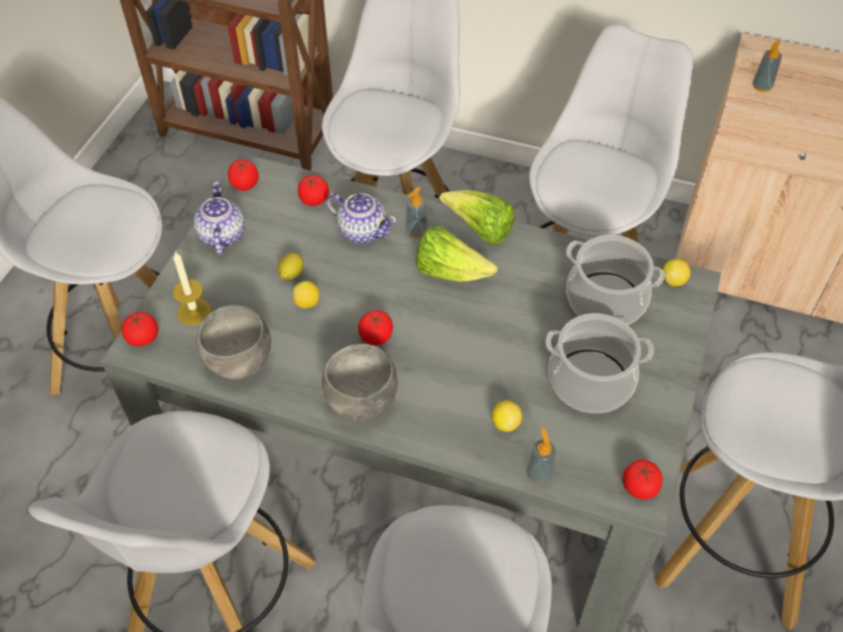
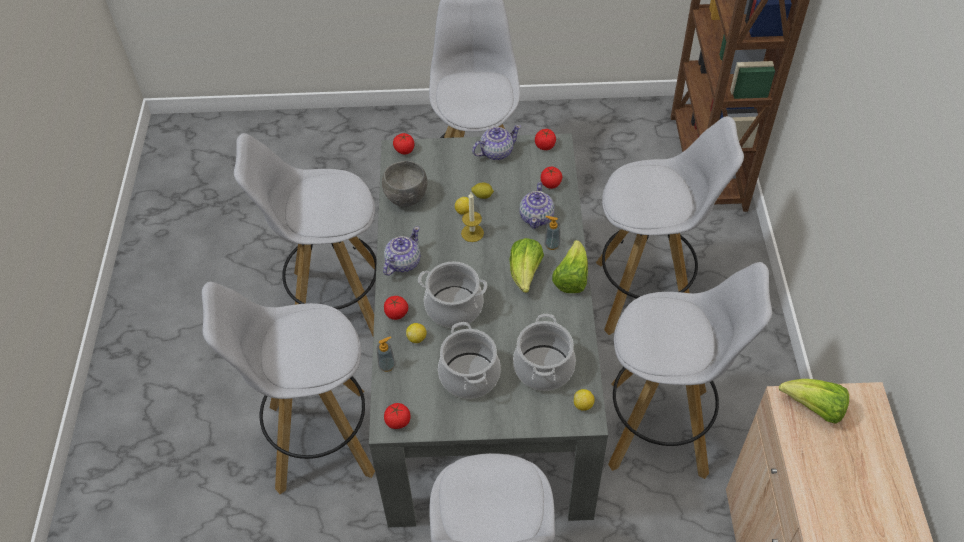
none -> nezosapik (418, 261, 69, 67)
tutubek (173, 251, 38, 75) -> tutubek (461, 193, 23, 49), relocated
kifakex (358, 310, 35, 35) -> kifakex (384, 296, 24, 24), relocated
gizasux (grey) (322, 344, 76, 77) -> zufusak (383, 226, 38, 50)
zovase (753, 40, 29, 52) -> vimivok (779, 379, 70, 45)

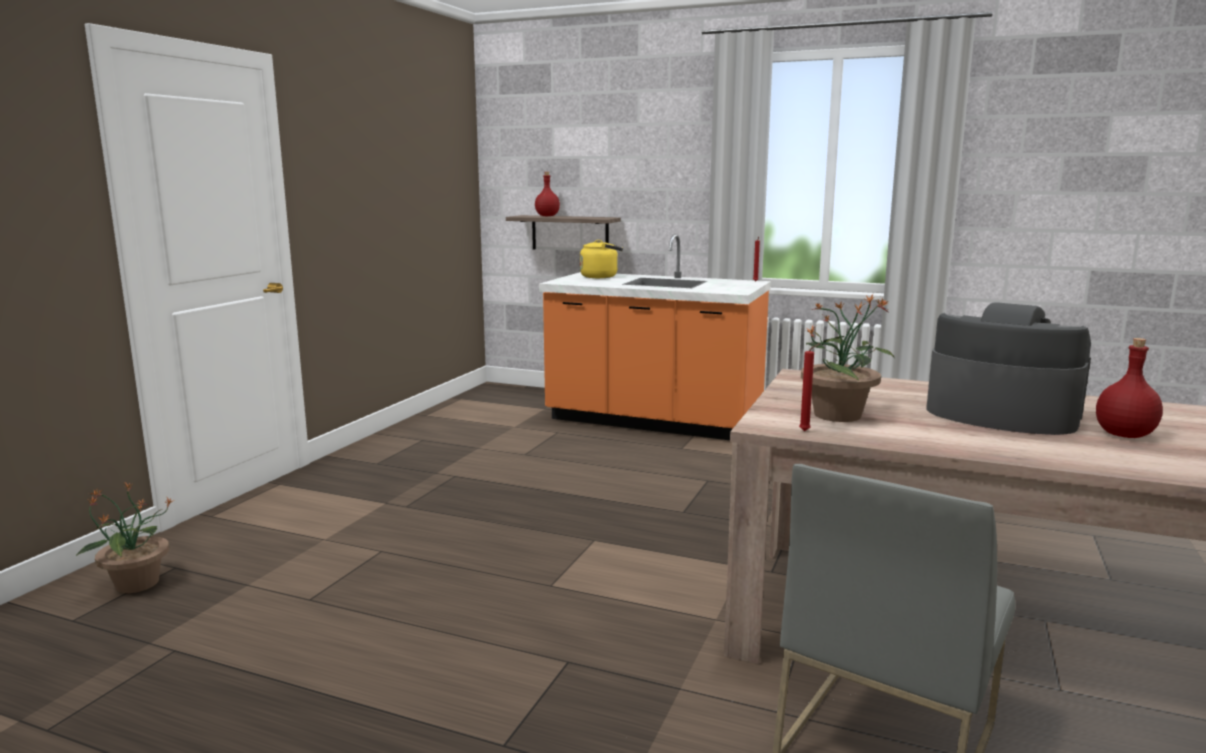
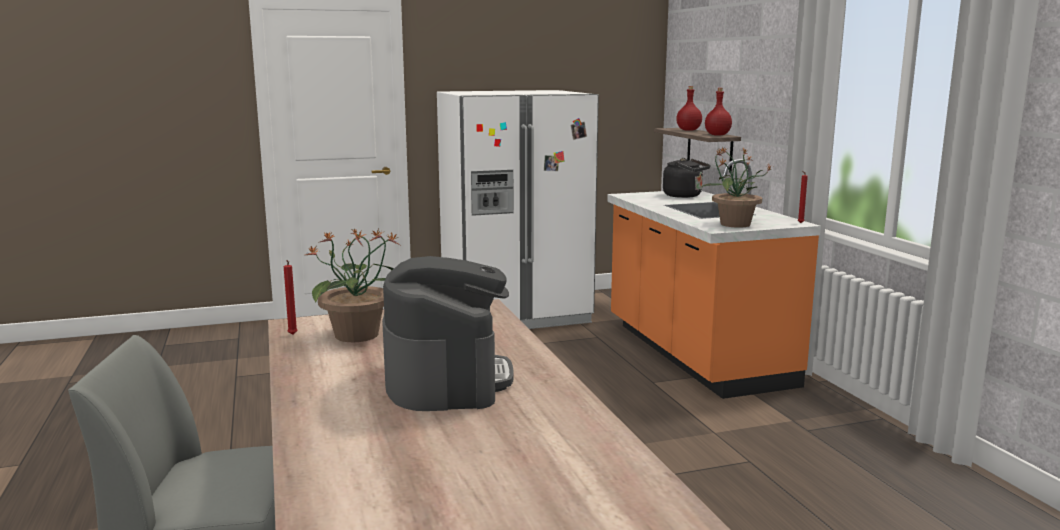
none -> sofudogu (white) (437, 90, 162, 239)
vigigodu (75, 482, 99, 111) -> vigigodu (702, 148, 69, 80), relocated
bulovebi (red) (1096, 338, 67, 100) -> bulovebi (red) (705, 88, 27, 48), relocated
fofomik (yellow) (580, 240, 43, 38) -> fofomik (black) (663, 158, 48, 40)

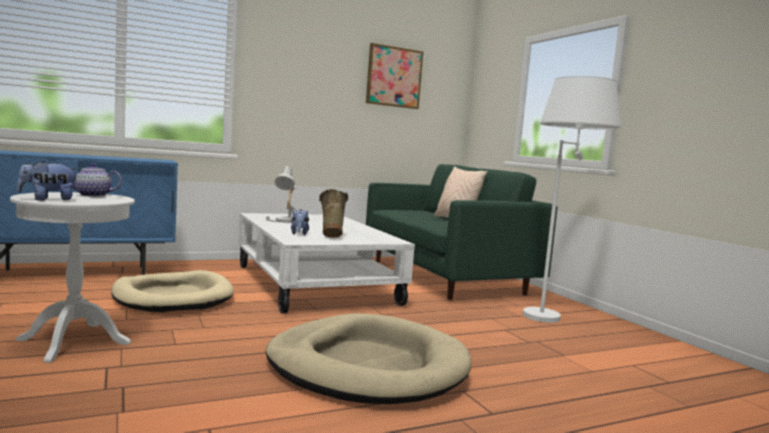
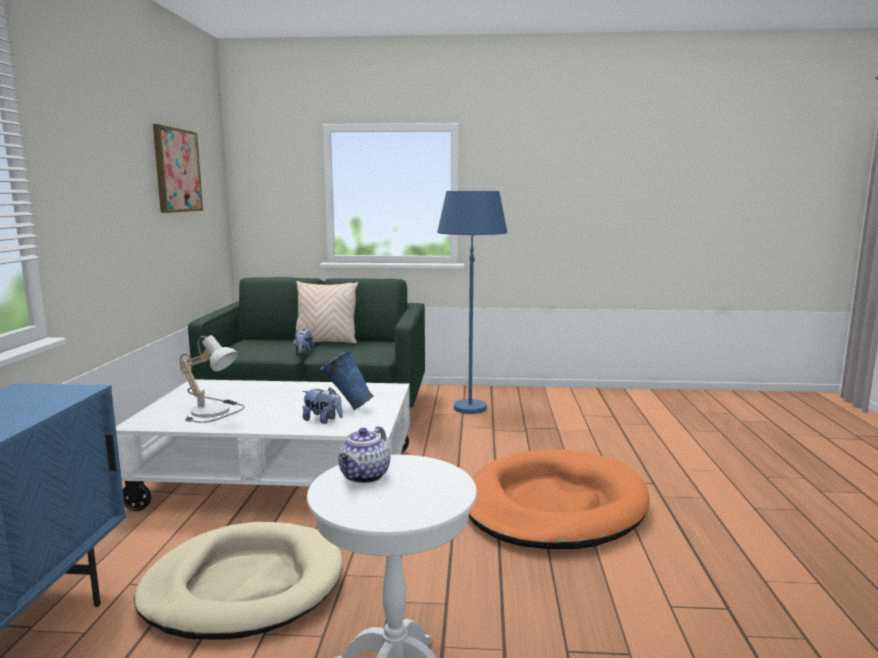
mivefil (17, 161, 62, 40) -> mivefil (295, 329, 20, 25), relocated
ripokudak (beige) (266, 313, 205, 91) -> ripokudak (orange) (469, 449, 181, 100)
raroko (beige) (319, 189, 29, 49) -> raroko (blue) (319, 351, 54, 59)
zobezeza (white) (523, 76, 98, 247) -> zobezeza (blue) (437, 191, 70, 223)

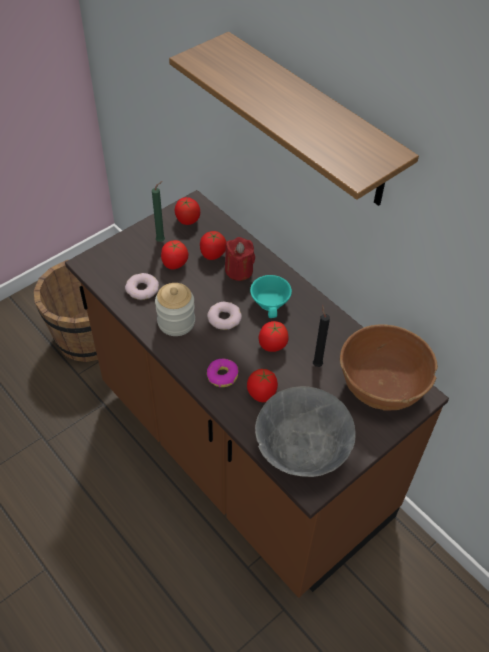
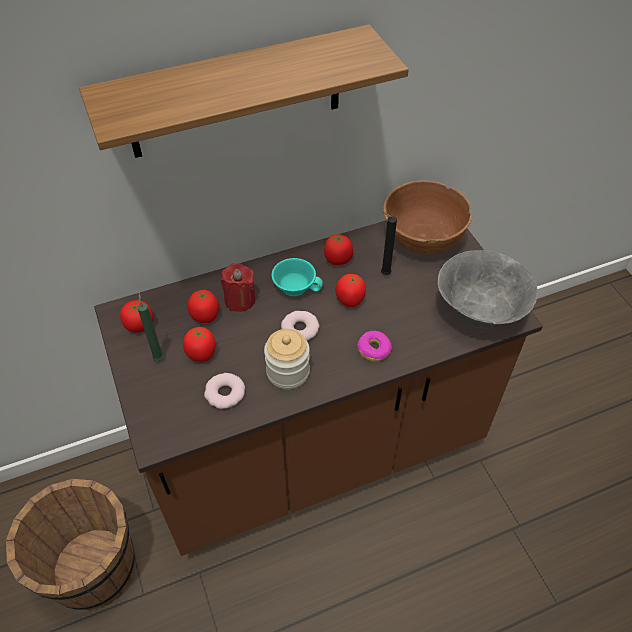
kifakex (247, 369, 31, 33) -> kifakex (324, 233, 29, 32), relocated

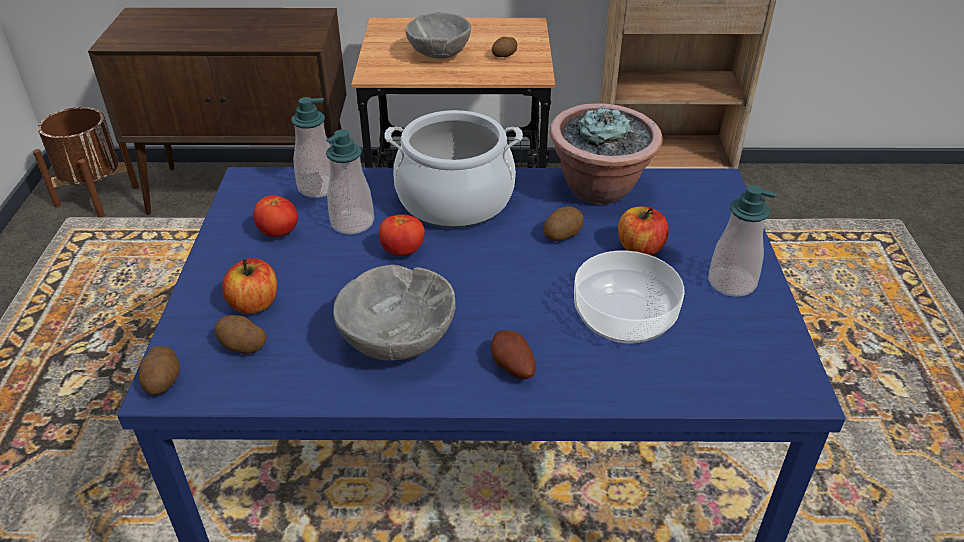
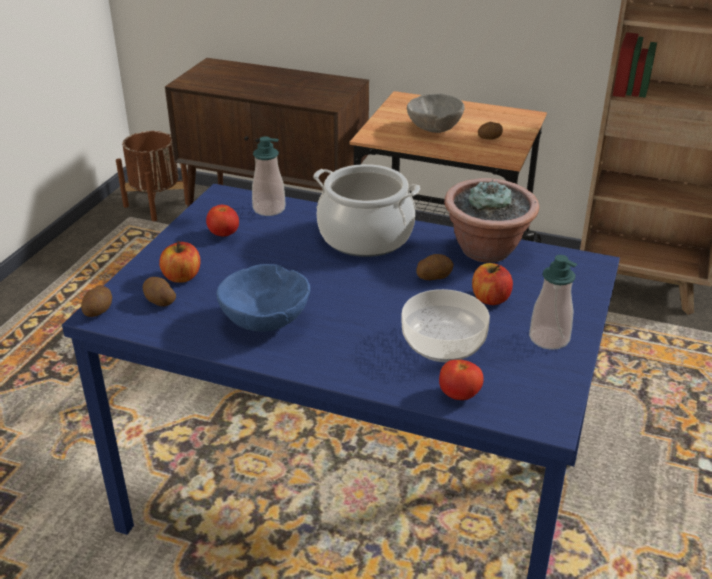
zovase (326, 129, 48, 105) -> none
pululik (491, 330, 45, 49) -> none
kifakex (379, 214, 46, 42) -> kifakex (439, 360, 45, 40), relocated
gizasux (grey) (333, 265, 123, 96) -> gizasux (blue) (216, 264, 94, 68)

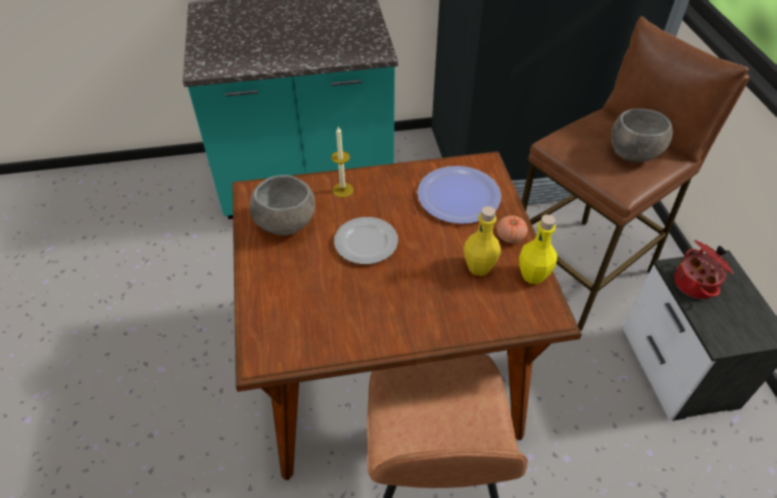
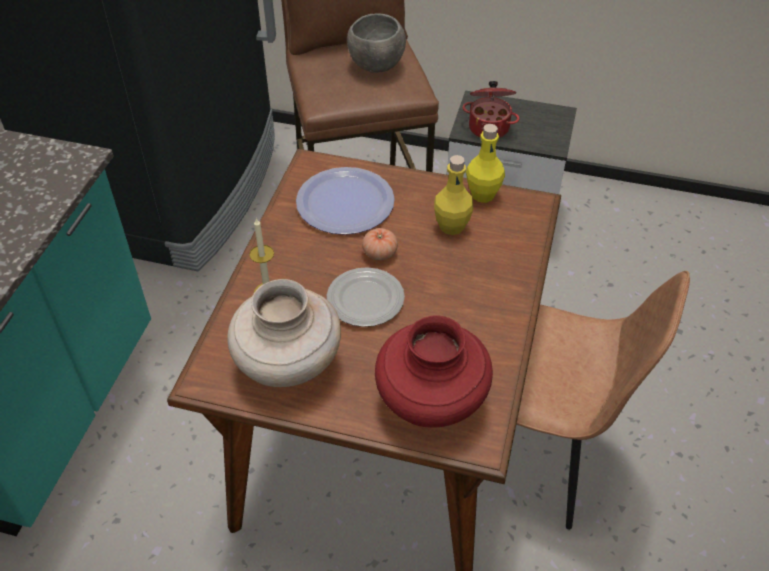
none -> raroko (red) (375, 315, 118, 113)
kifakex (496, 215, 32, 28) -> kifakex (362, 228, 36, 32), relocated
gizasux (grey) (250, 175, 65, 61) -> raroko (beige) (227, 279, 114, 108)

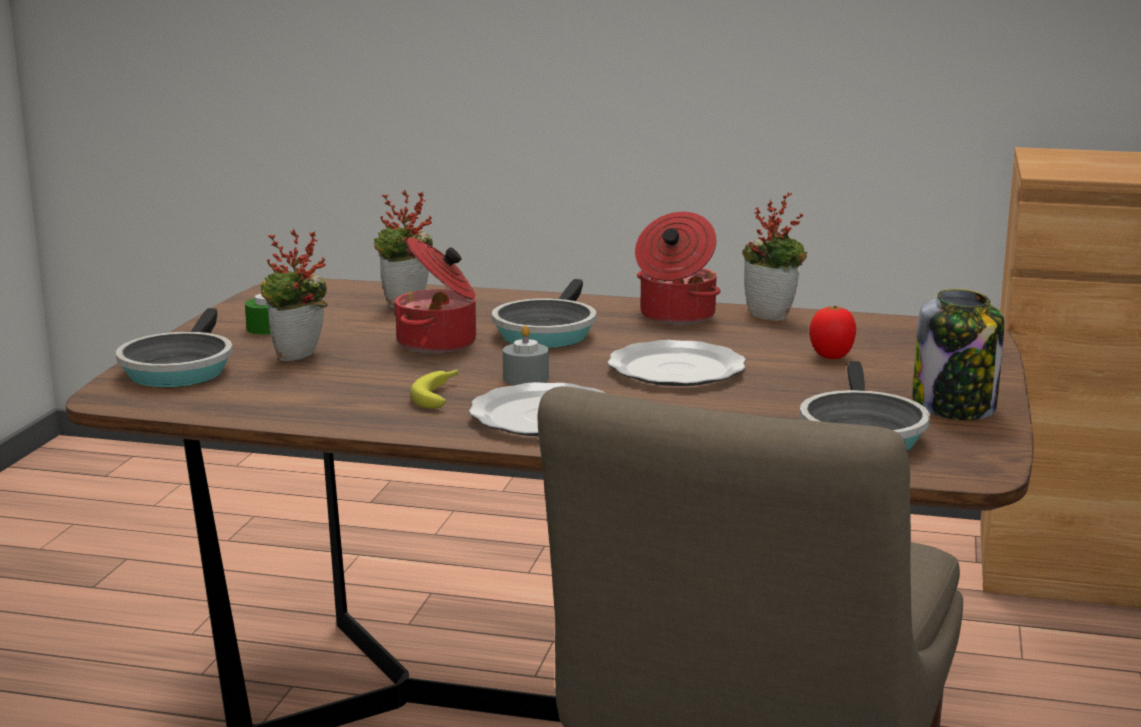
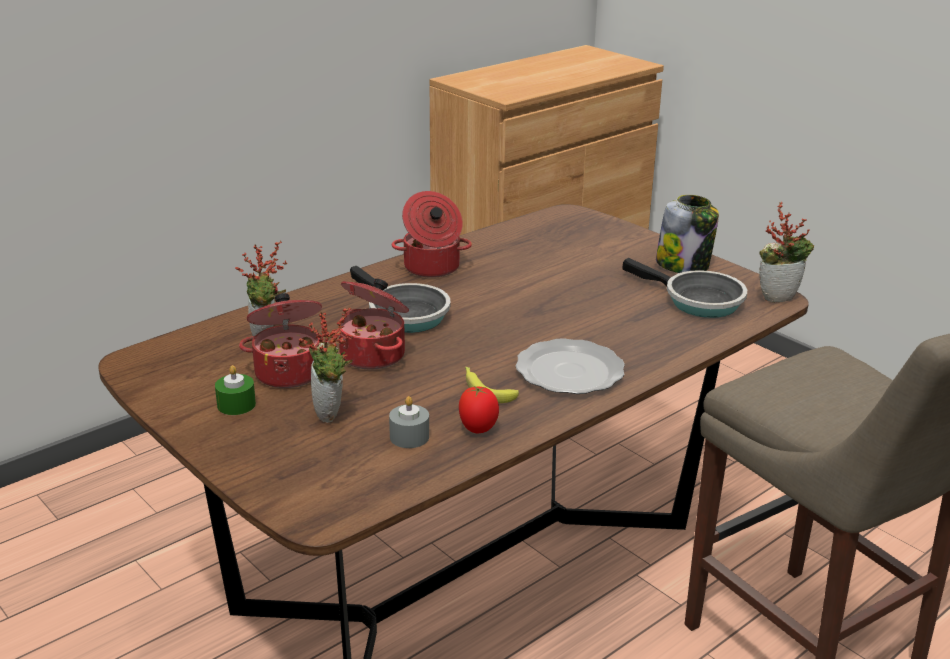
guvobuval (116, 308, 117, 79) -> none
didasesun (608, 340, 138, 46) -> none
none -> nezosapik (239, 293, 90, 95)
tutubek (grey) (503, 325, 46, 60) -> tutubek (grey) (389, 396, 40, 52), relocated
vigigodu (743, 192, 64, 129) -> vigigodu (759, 202, 55, 100), relocated
kifakex (809, 306, 47, 53) -> kifakex (459, 385, 40, 48), relocated

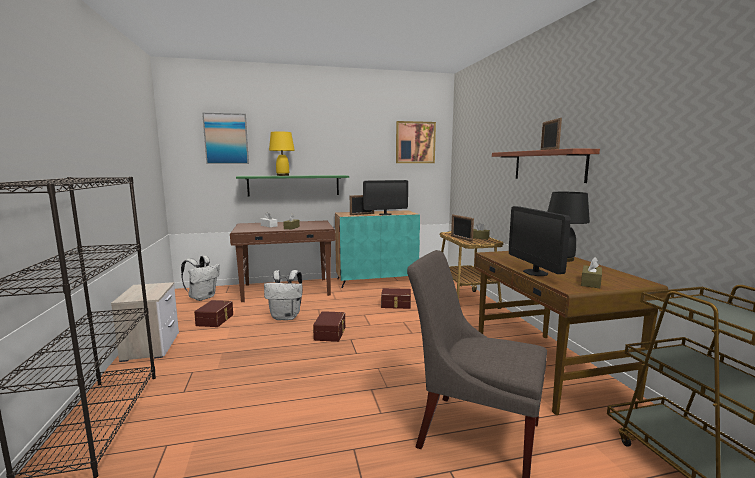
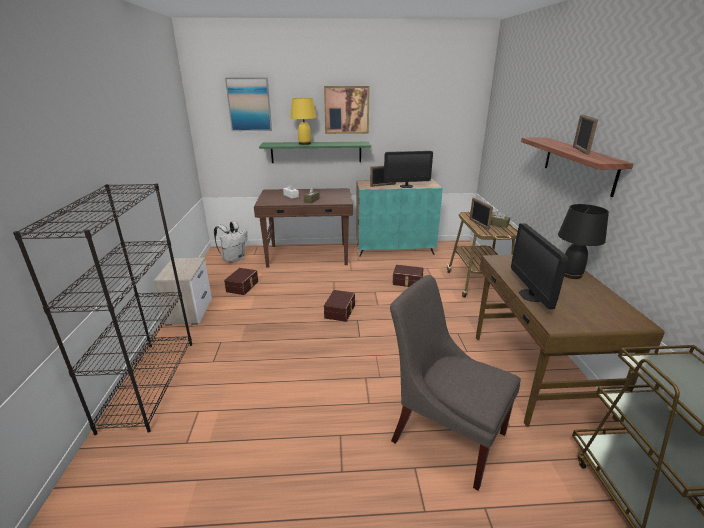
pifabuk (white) (264, 270, 39, 50) -> none
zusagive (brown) (581, 257, 21, 31) -> none
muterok (396, 121, 40, 42) -> muterok (324, 86, 46, 48), relocated

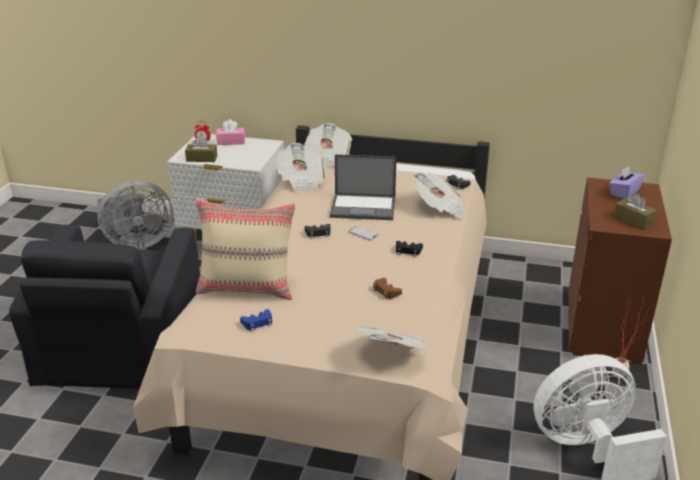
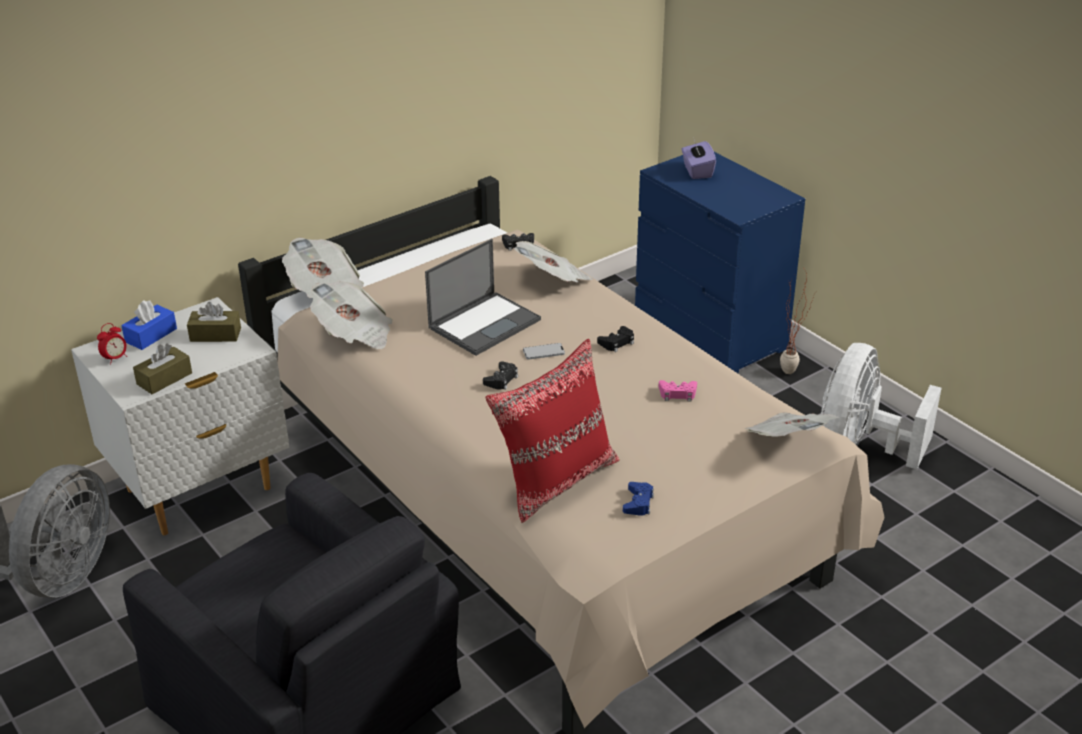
zusagive (brown) (614, 193, 43, 36) -> zusagive (brown) (187, 302, 54, 40), relocated
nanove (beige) (196, 199, 100, 101) -> nanove (red) (486, 339, 133, 184)
zusagive (pink) (216, 119, 29, 26) -> zusagive (blue) (121, 300, 56, 50)
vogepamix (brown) (373, 278, 29, 22) -> vogepamix (pink) (659, 380, 38, 22)
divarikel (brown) (568, 177, 104, 188) -> divarikel (blue) (635, 152, 170, 221)

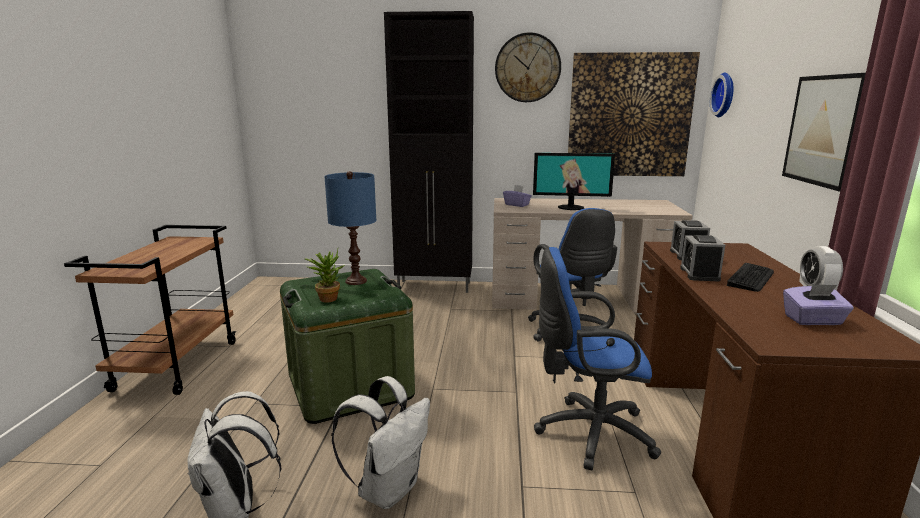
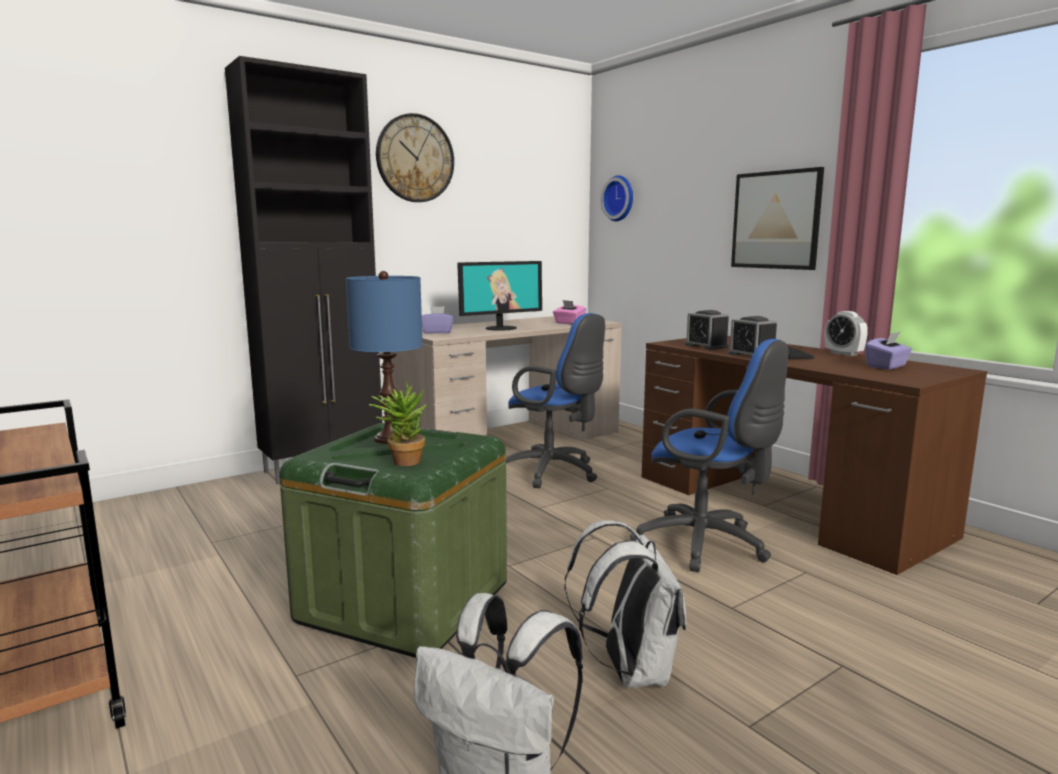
muterok (568, 52, 132, 124) -> none
none -> zusagive (pink) (553, 300, 34, 25)
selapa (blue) (534, 247, 127, 223) -> selapa (blue) (630, 339, 158, 233), 105 degrees counterclockwise

